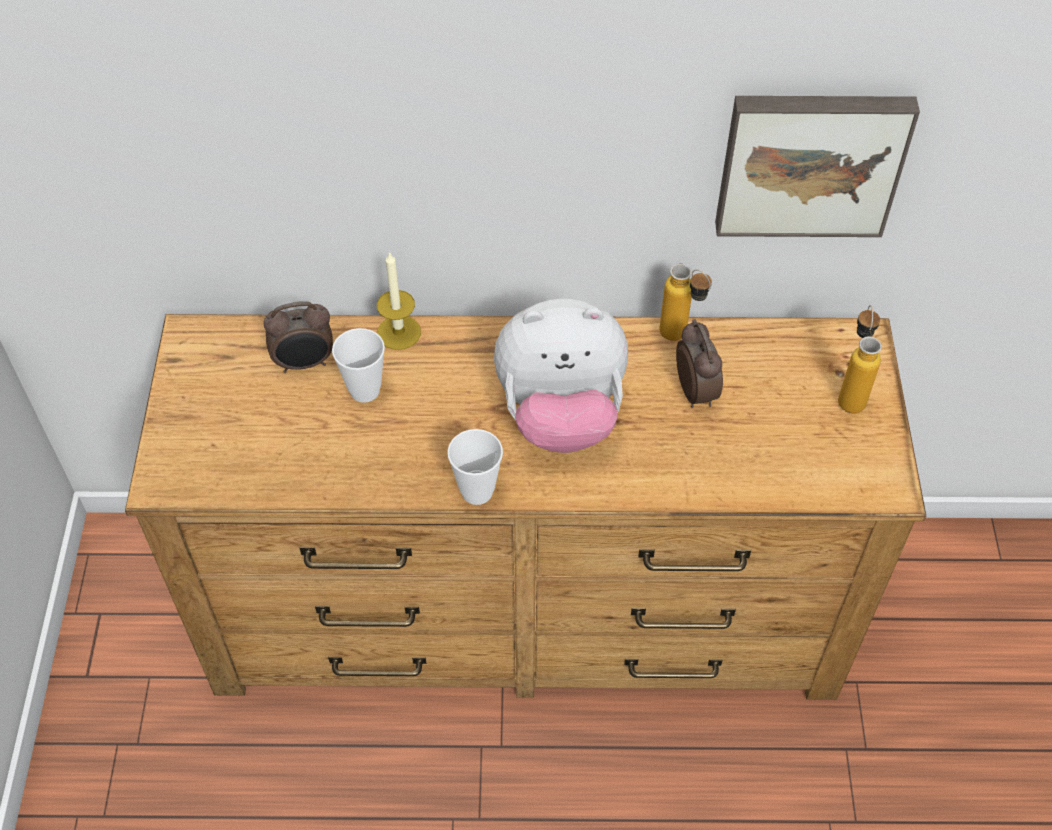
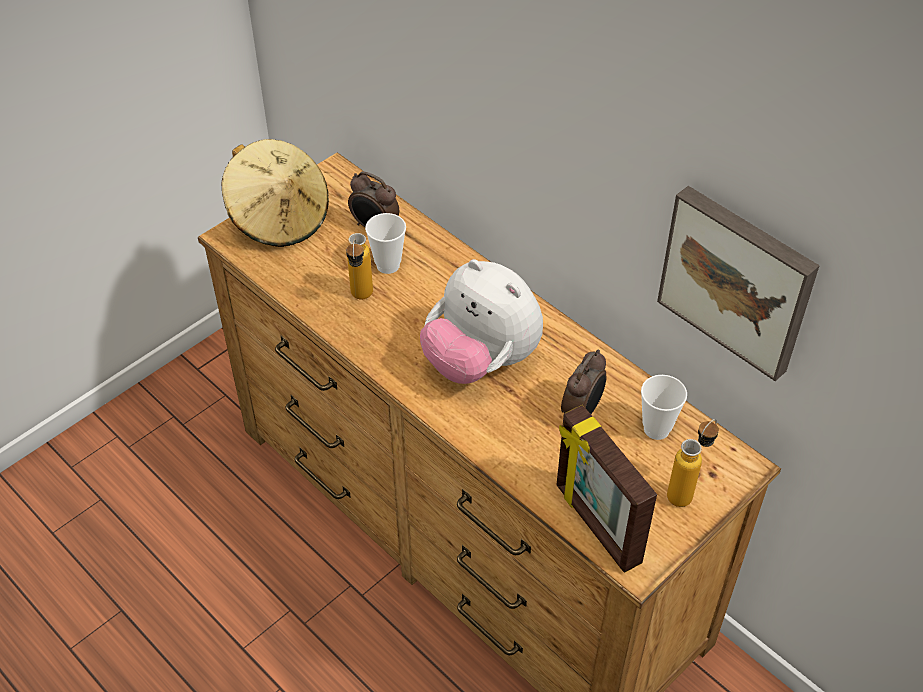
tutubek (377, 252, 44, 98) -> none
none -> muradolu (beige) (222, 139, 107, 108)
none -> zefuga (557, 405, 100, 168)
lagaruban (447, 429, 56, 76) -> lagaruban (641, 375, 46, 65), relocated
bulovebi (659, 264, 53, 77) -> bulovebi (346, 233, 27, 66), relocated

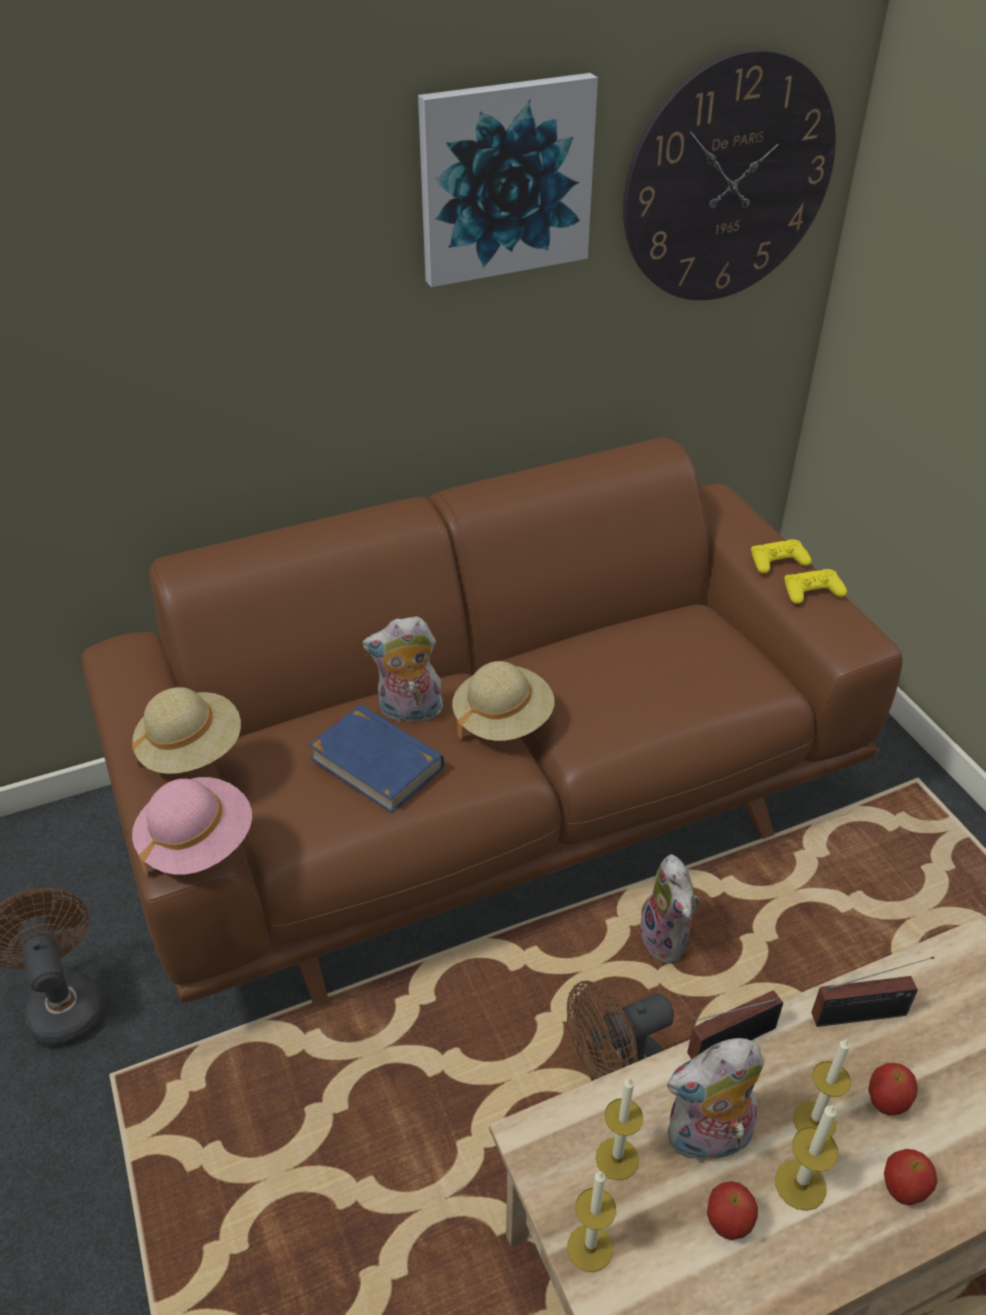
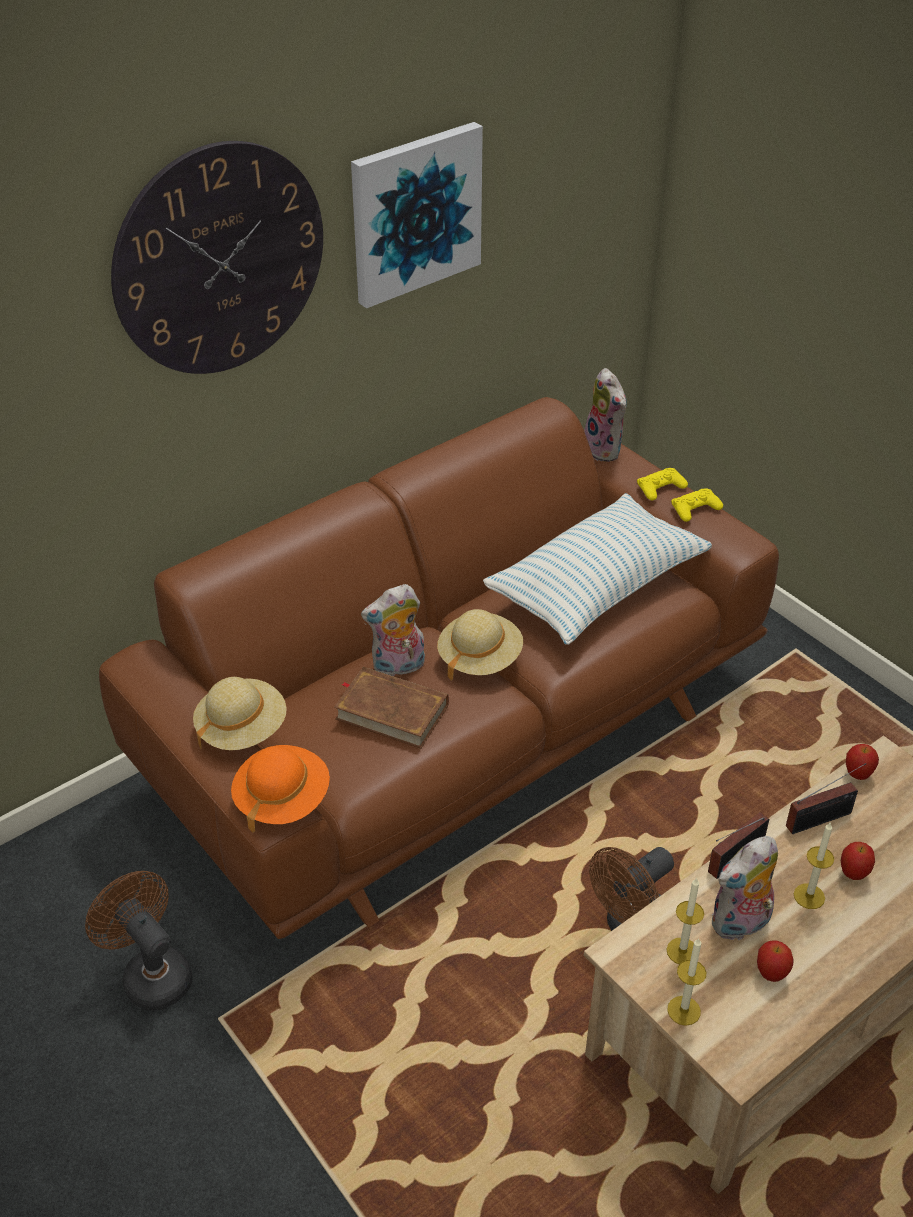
tutubek (775, 1104, 63, 107) -> none
none -> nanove (483, 493, 229, 152)
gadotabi (623, 49, 213, 251) -> gadotabi (111, 141, 212, 233), relocated
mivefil (640, 854, 60, 109) -> mivefil (584, 368, 43, 94), relocated
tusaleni (884, 1149, 54, 56) -> tusaleni (846, 744, 33, 36), relocated
muradolu (pink) (132, 777, 120, 99) -> muradolu (orange) (231, 745, 99, 88)
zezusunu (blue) (308, 704, 136, 109) -> zezusunu (brown) (334, 667, 115, 81)

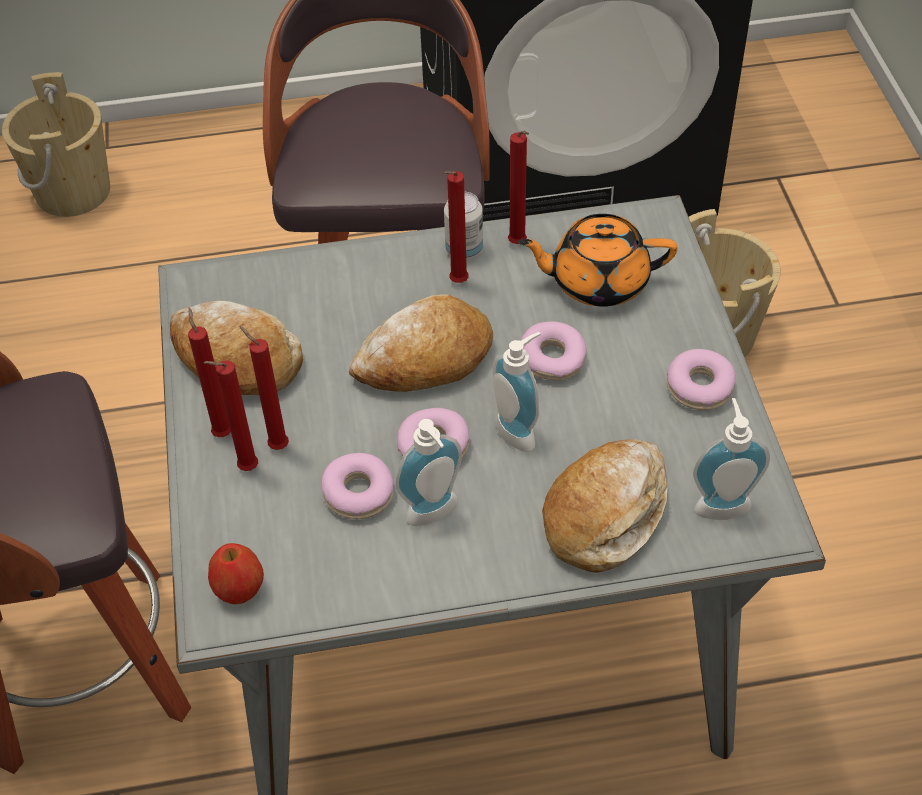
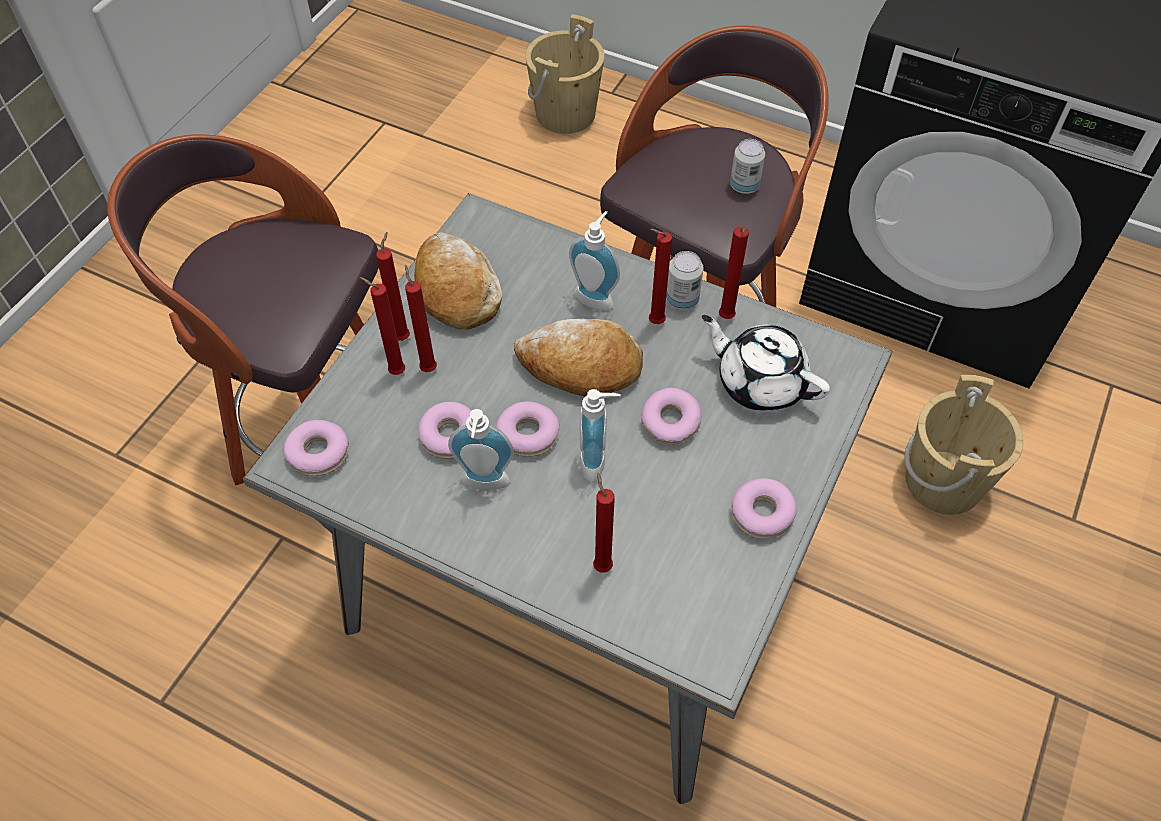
none -> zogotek (730, 139, 35, 55)
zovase (693, 398, 77, 122) -> zovase (569, 211, 51, 100), relocated
tusaleni (208, 543, 56, 61) -> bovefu (283, 420, 66, 56)
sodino (542, 439, 125, 134) -> tutubek (red) (593, 472, 22, 101)
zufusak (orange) (518, 214, 159, 93) -> zufusak (white) (702, 315, 128, 97)

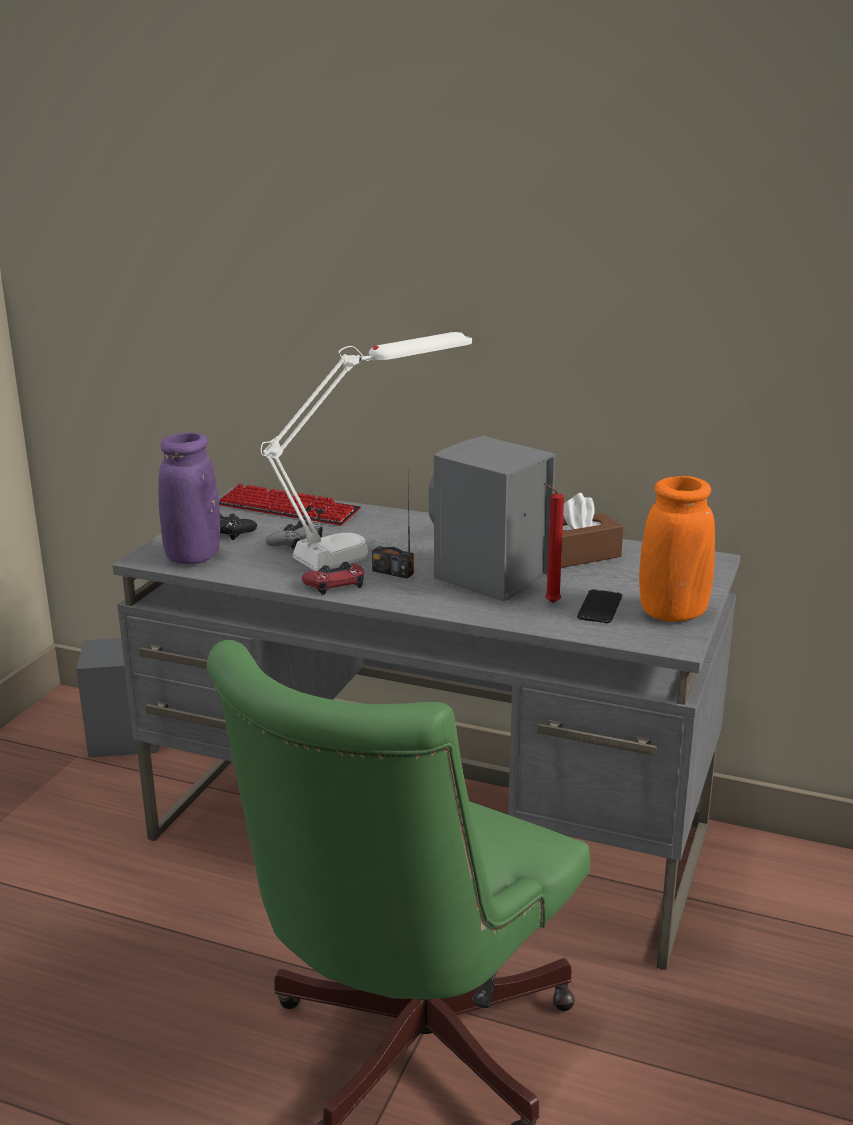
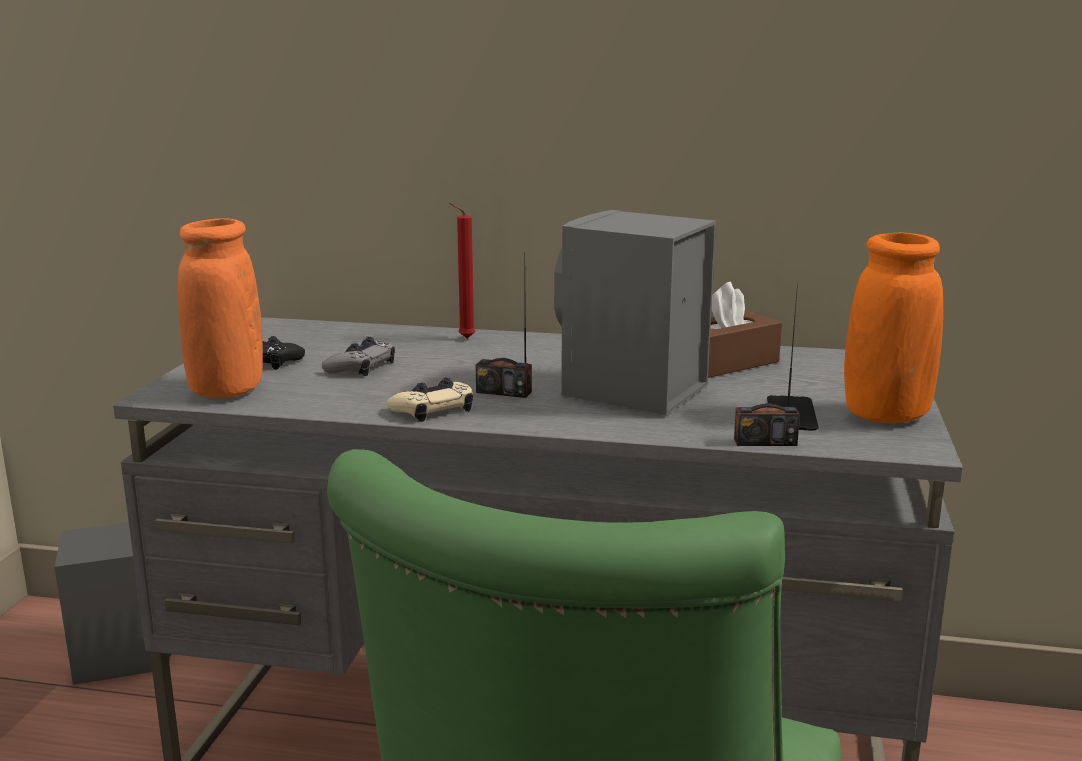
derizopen (219, 484, 142, 41) -> none
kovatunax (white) (260, 332, 212, 239) -> none
none -> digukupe (734, 283, 66, 163)
tutubek (red) (544, 483, 20, 120) -> tutubek (red) (449, 203, 26, 135), relocated
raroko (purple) (158, 432, 62, 132) -> raroko (orange) (178, 218, 85, 180)
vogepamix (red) (302, 561, 62, 34) -> vogepamix (beige) (387, 377, 86, 45)

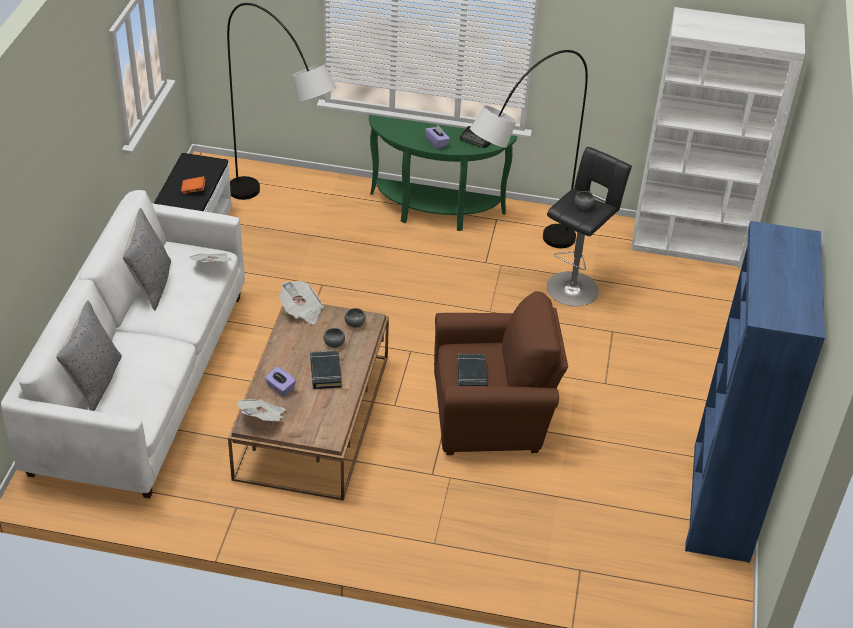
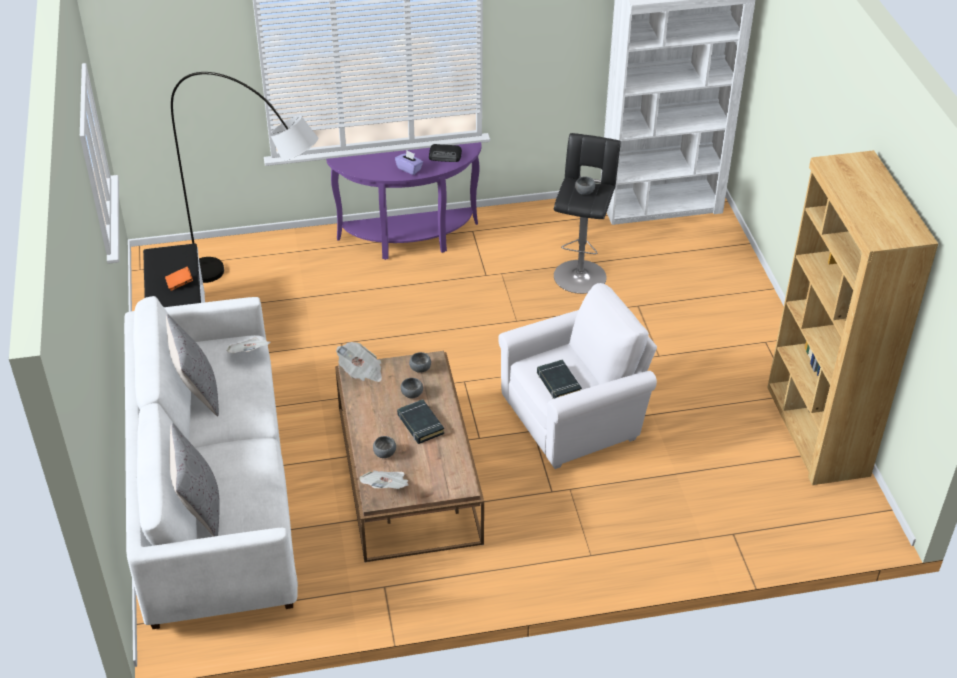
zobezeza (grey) (470, 50, 118, 198) -> none
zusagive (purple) (265, 366, 31, 30) -> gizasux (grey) (373, 436, 23, 22)
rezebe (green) (369, 115, 148, 116) -> rezebe (purple) (326, 142, 156, 118)
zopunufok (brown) (434, 291, 134, 164) -> zopunufok (white) (498, 283, 159, 186)
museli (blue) (685, 221, 140, 342) -> museli (brown) (767, 150, 171, 335)

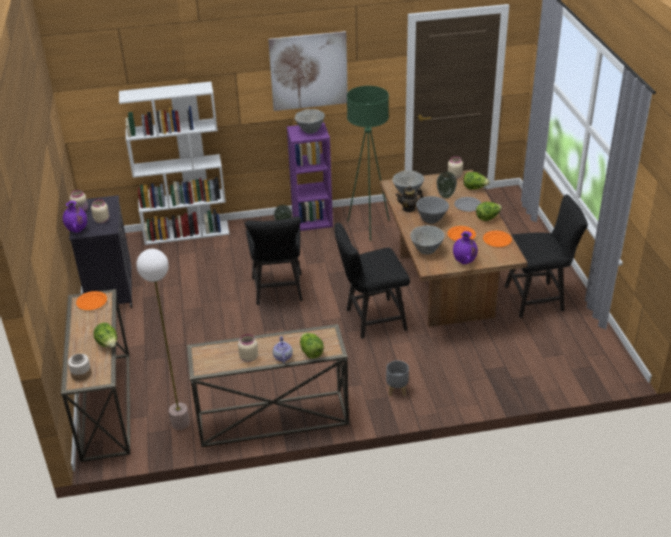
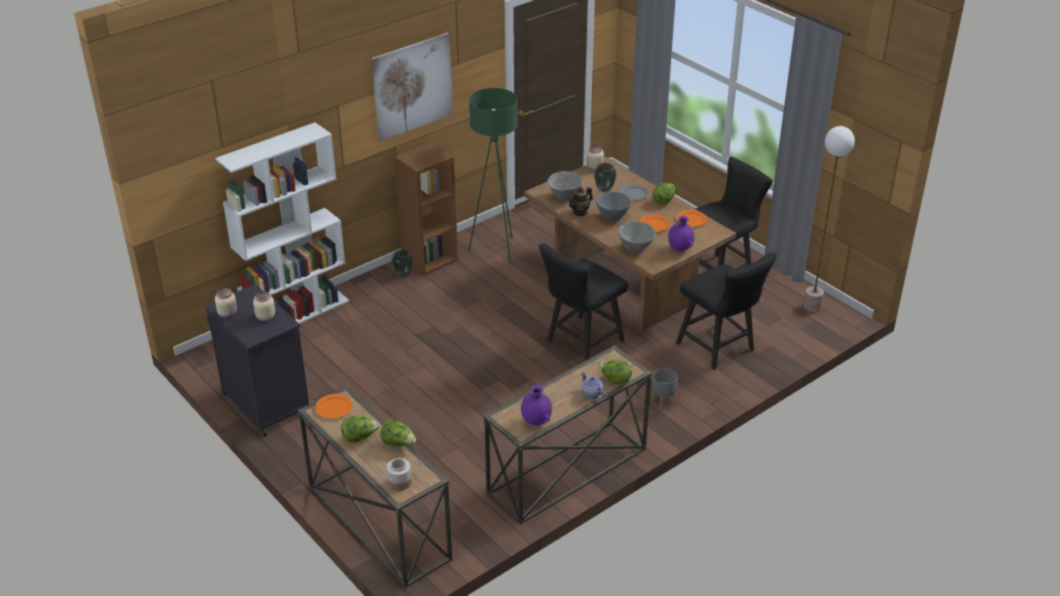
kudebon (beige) (238, 334, 20, 28) -> none
gizasux (grey) (295, 109, 30, 25) -> none
raroko (purple) (63, 201, 24, 32) -> raroko (purple) (521, 385, 31, 41), relocated
zobezeza (136, 249, 54, 181) -> zobezeza (804, 126, 51, 186), relocated
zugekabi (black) (245, 216, 58, 89) -> zugekabi (black) (676, 252, 101, 118), relocated
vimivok (463, 172, 27, 18) -> vimivok (341, 416, 38, 26), relocated
museli (purple) (287, 122, 46, 109) -> museli (brown) (394, 142, 64, 134)

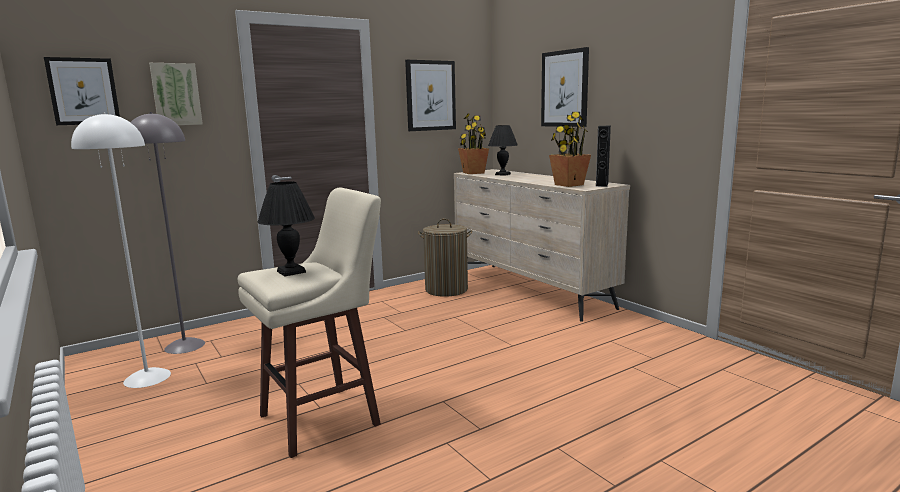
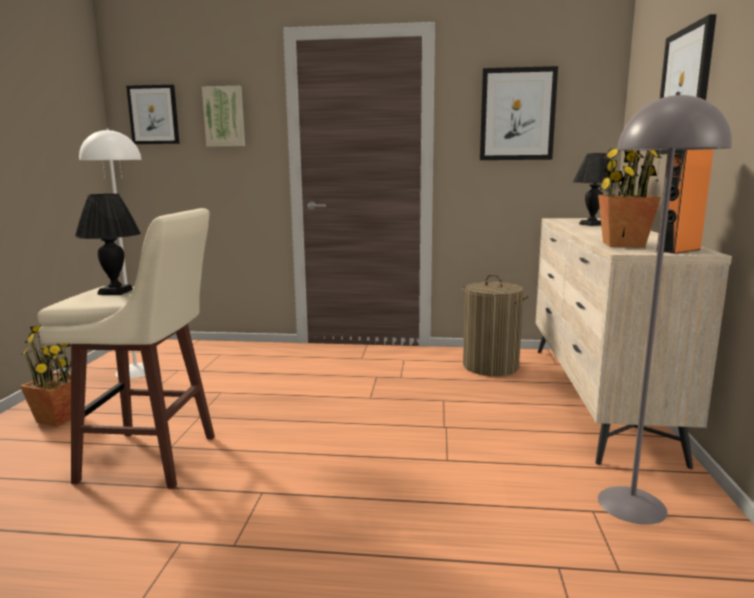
zobezeza (grey) (130, 112, 75, 242) -> zobezeza (grey) (598, 92, 134, 433), relocated
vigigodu (458, 113, 31, 61) -> vigigodu (20, 326, 51, 101), relocated
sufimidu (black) (595, 126, 16, 61) -> sufimidu (orange) (657, 149, 57, 105)

